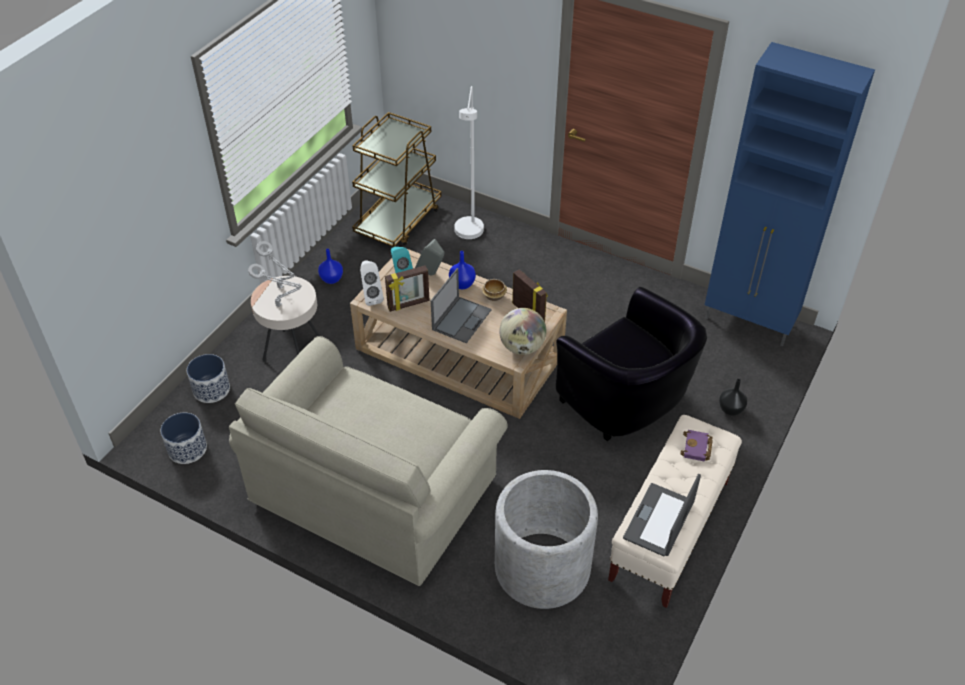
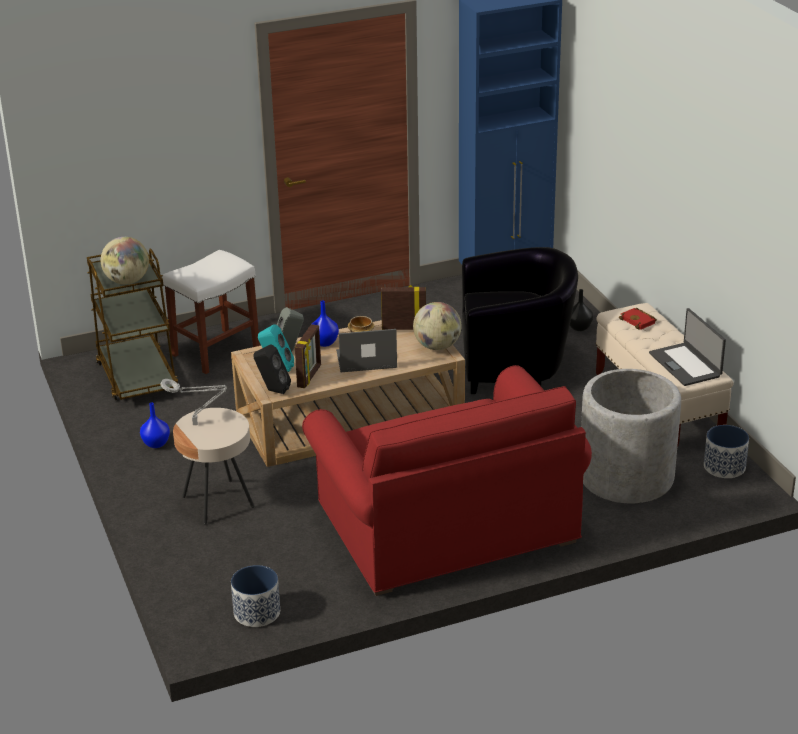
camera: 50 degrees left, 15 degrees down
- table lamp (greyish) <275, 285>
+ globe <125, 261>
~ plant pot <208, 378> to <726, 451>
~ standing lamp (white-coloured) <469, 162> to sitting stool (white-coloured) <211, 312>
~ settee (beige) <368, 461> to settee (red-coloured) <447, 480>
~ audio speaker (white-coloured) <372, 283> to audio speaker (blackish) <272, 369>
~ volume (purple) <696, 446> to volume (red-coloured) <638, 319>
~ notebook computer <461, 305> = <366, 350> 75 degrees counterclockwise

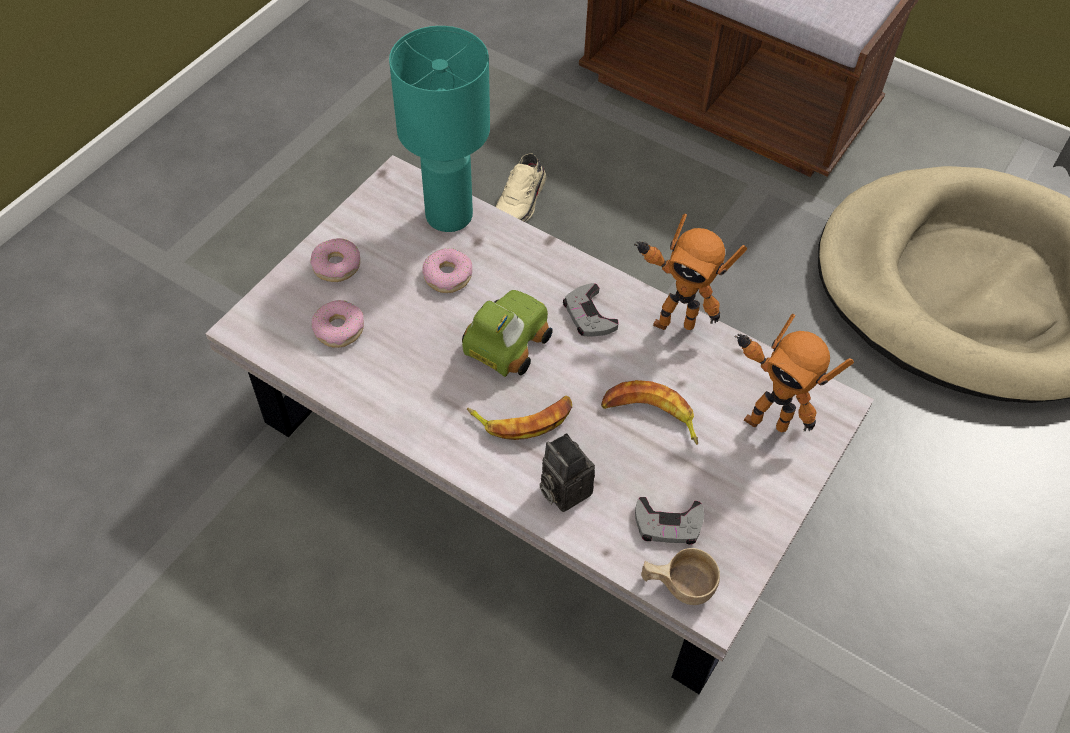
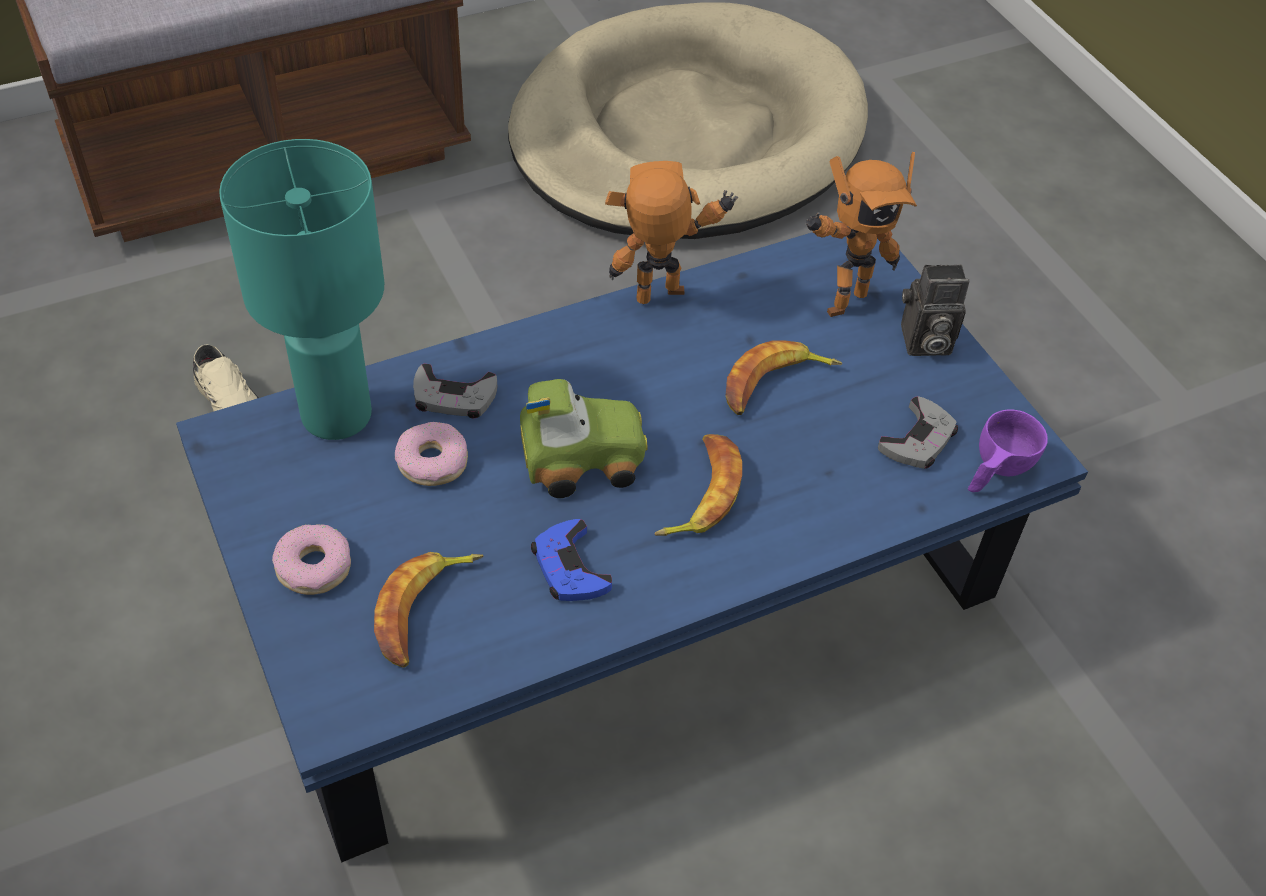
camera: 60 degrees left, 5 degrees down
+ gamepad (bluish) <571, 560>
~ photo camera <567, 472> to <935, 310>
~ gamepad (greyish) <590, 309> to <455, 391>
~ ring doughnut <338, 324> to whole banana <429, 610>
~ coffee table (white-coloured) <539, 424> to coffee table (bluish) <632, 543>
~ drinking cup (beige) <680, 576> to drinking cup (purple) <1008, 451>
~ miniature car <507, 333> = <584, 438> 105 degrees clockwise
~ robot figure <690, 272> = <671, 232> 150 degrees counterclockwise

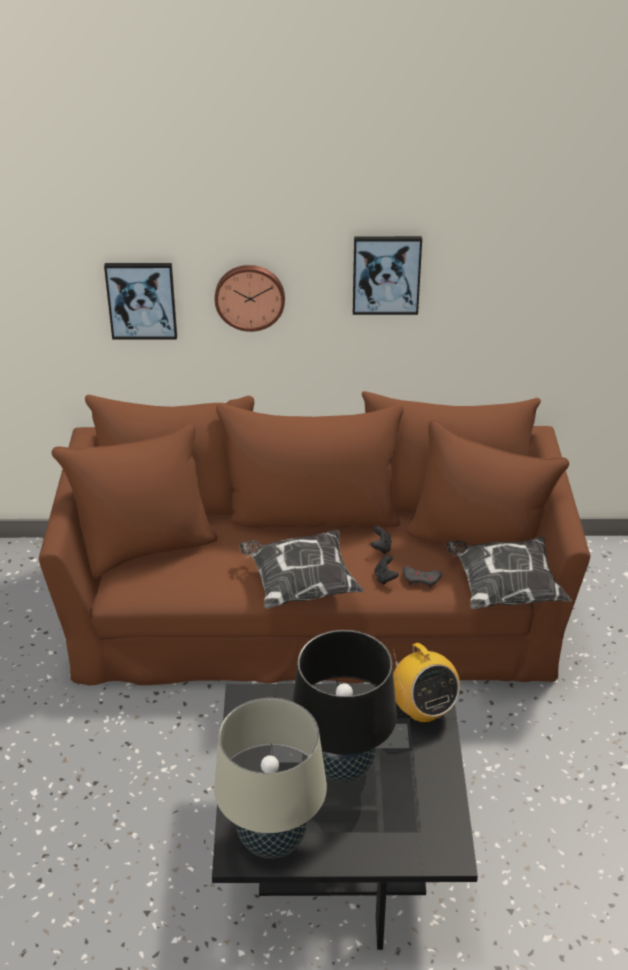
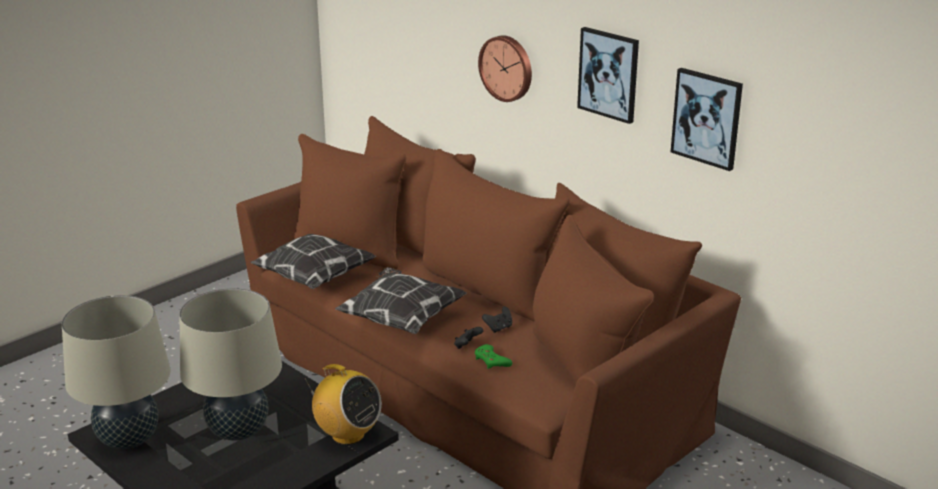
camera: 45 degrees right, 10 degrees down
~ wall art <140, 301> to <707, 119>
~ throw pillow <509, 573> to <313, 261>
~ table lamp (blackish) <344, 706> to table lamp (beige) <230, 364>
~ gamepad (greyish) <422, 577> to gamepad (green) <493, 356>
~ radio <426, 683> = <343, 404> 75 degrees counterclockwise

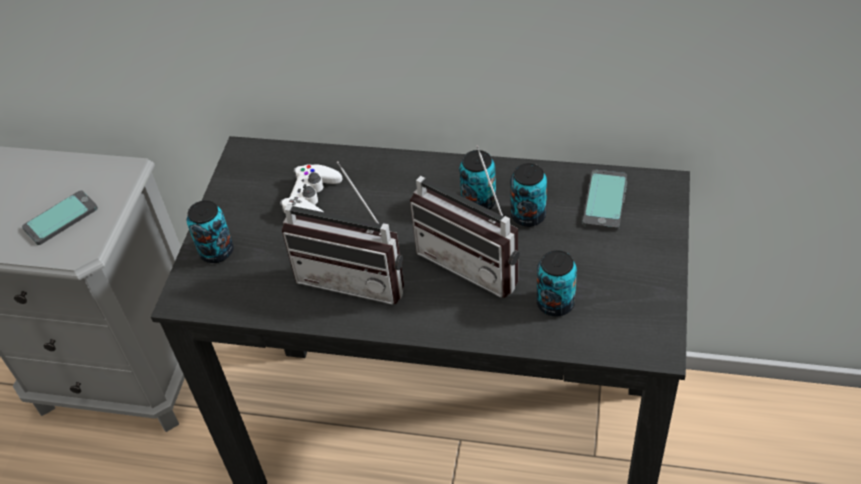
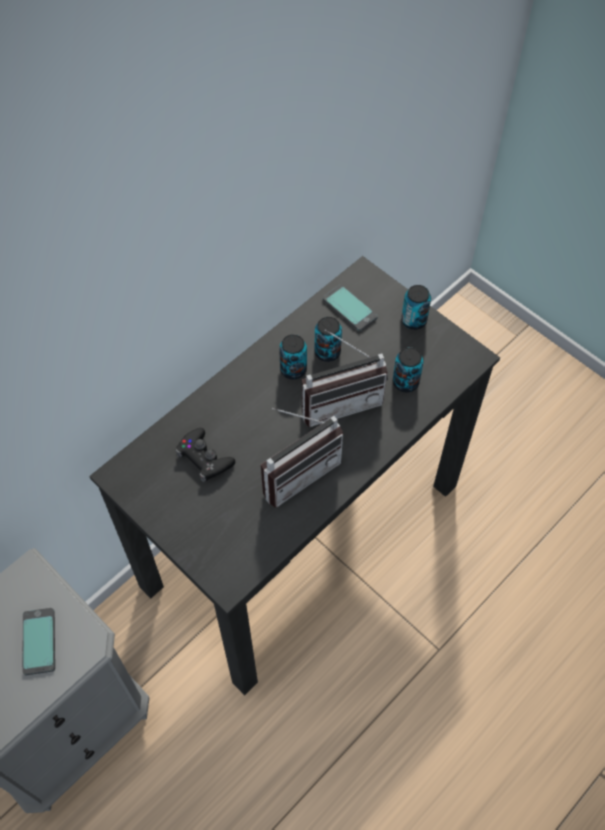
camera: 60 degrees left, 10 degrees up
~ sealed can <210, 231> to <416, 307>
~ gamepad (white-coloured) <311, 188> to gamepad (blackish) <205, 455>

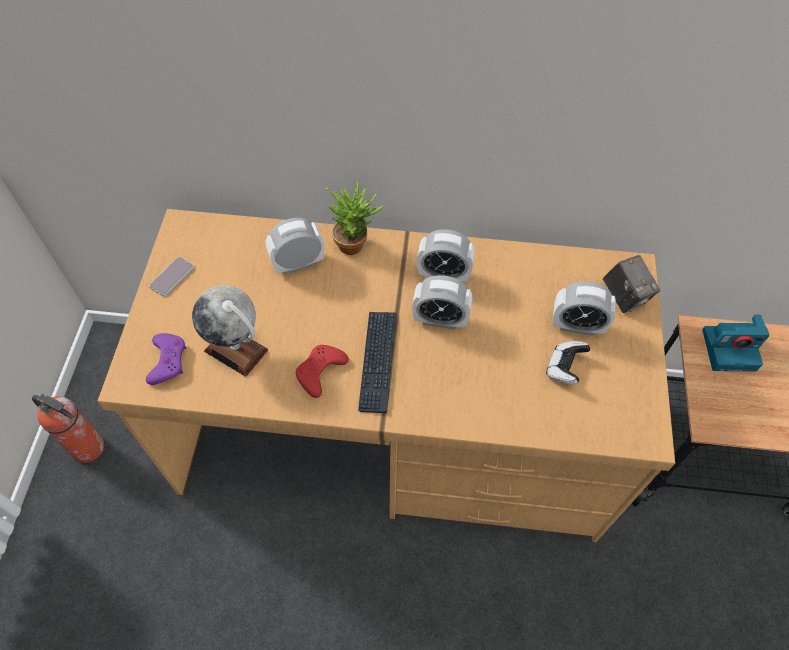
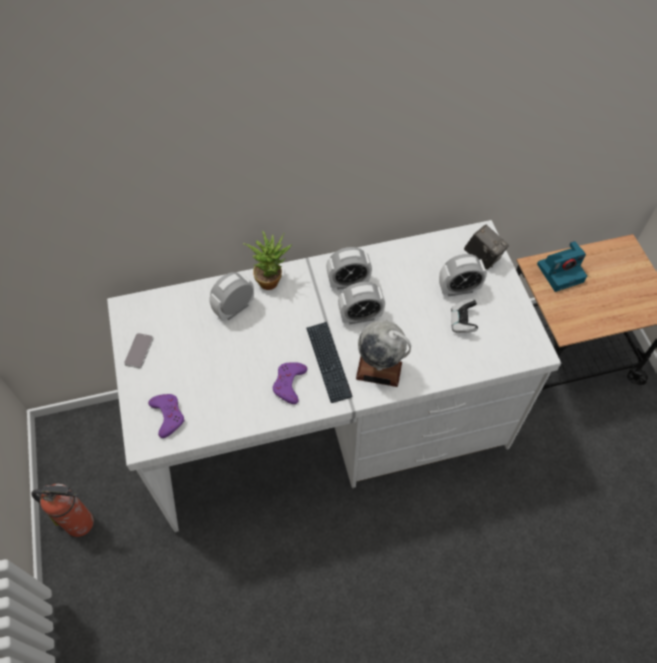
camera: 20 degrees left, 0 degrees up
~ globe <230, 331> to <383, 353>
~ desk (brown) <386, 376> to desk (white-coloured) <334, 376>
~ gamepad (red-coloured) <322, 371> to gamepad (purple) <290, 383>

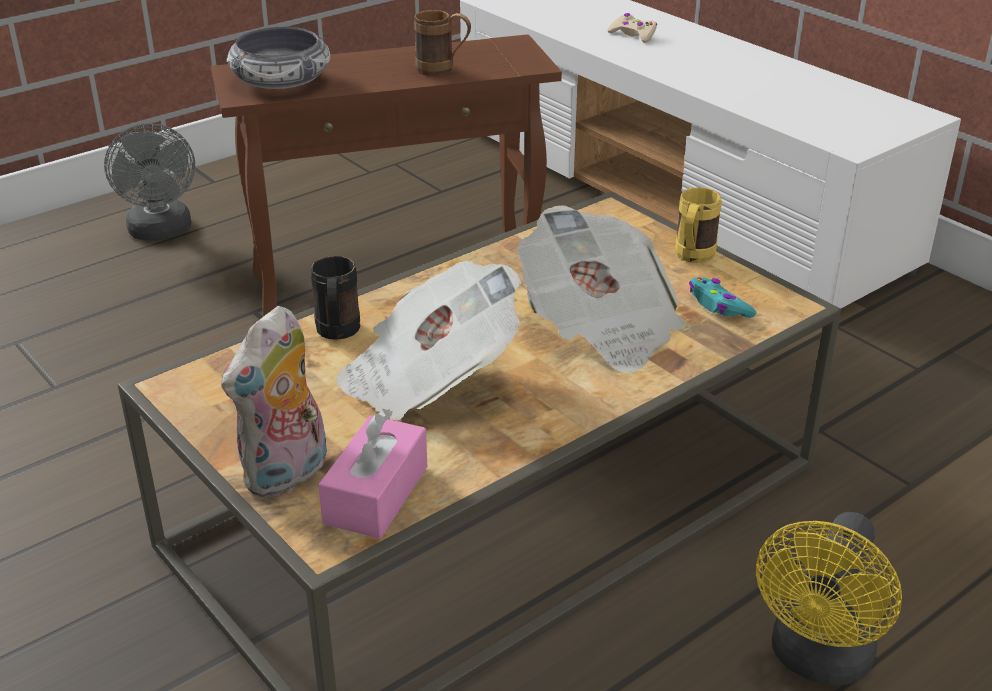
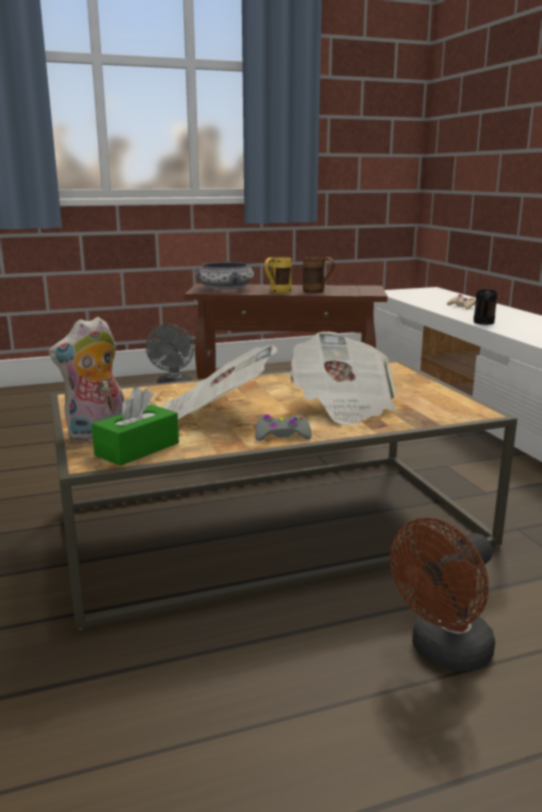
camera: 20 degrees right, 15 degrees down
- gamepad (blue-green) <722, 297>
+ gamepad (greyish) <283, 427>
~ mug (blackish) <335, 298> to <485, 307>
~ mug (yellowish) <698, 225> to <278, 275>
~ tissue holder (pink) <372, 474> to tissue holder (green) <135, 426>
~ electric fan (yellowish) <829, 599> to electric fan (brown) <442, 594>

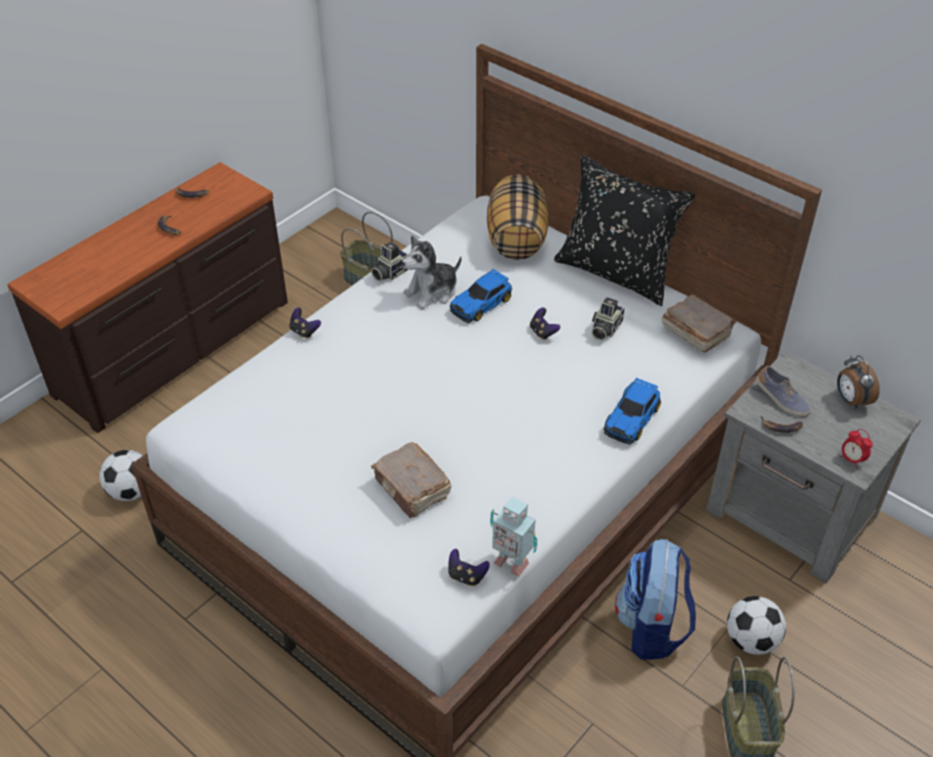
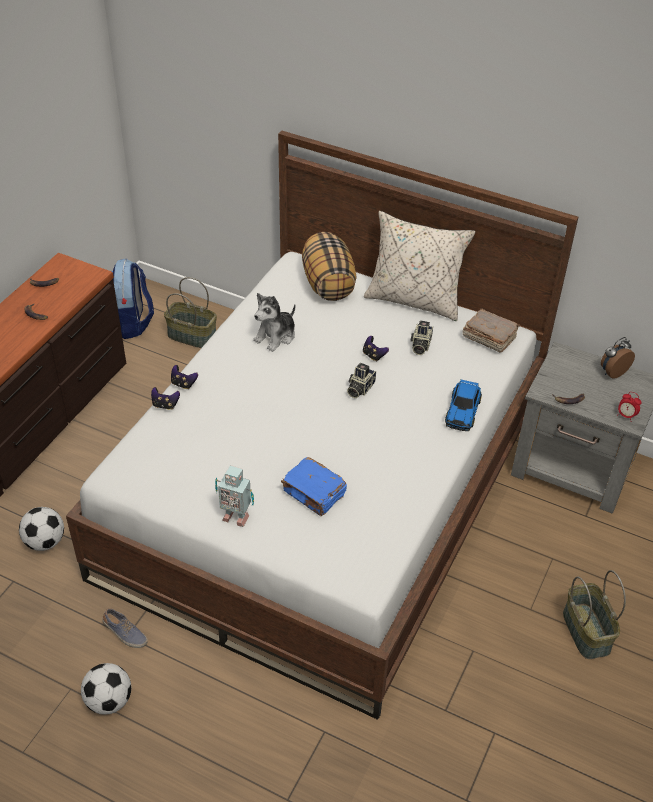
camera: 15 degrees left, 0 degrees up
- miniature car <481, 295>
~ photo camera <389, 261> to <361, 380>
~ gamepad <469, 567> to <165, 398>
~ robot figure <513, 537> to <234, 496>
~ backpack <655, 599> to <133, 299>
~ football <756, 625> to <106, 689>
~ shoe <783, 392> to <125, 628>
~ volume (brown) <411, 480> to volume (bluish) <314, 486>
~ throw pillow (blackish) <624, 230> to throw pillow (beige) <419, 266>
~ table clock <858, 382> = <618, 358> 90 degrees clockwise

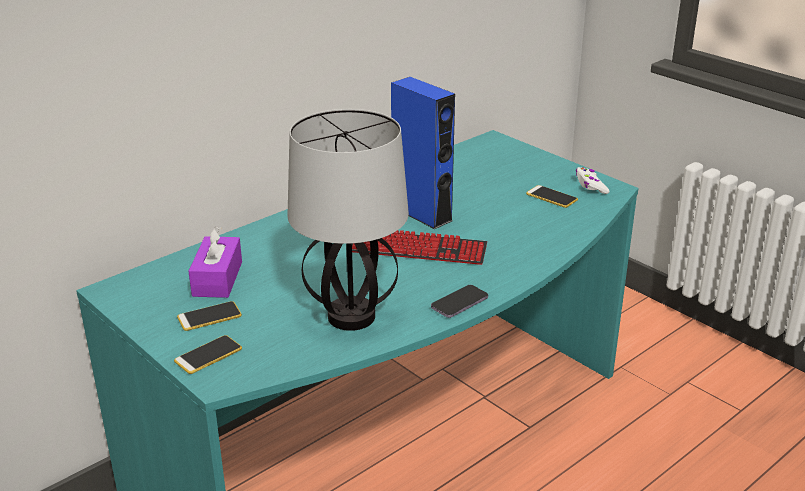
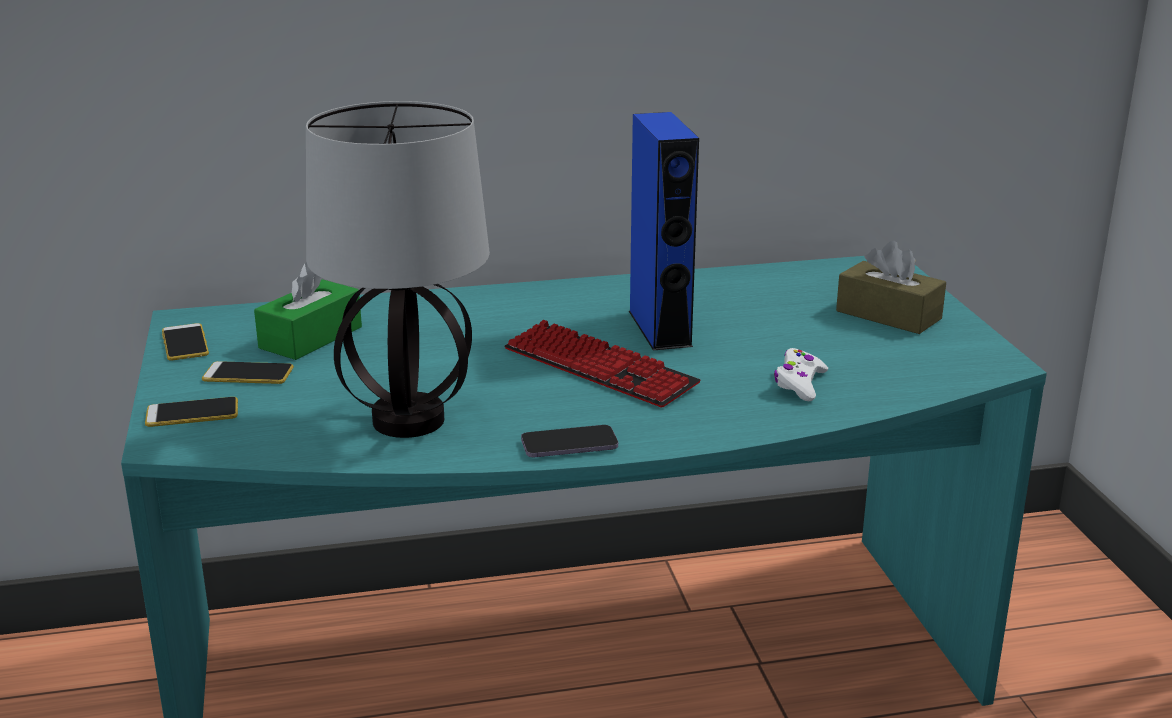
camera: 30 degrees right, 5 degrees down
+ tissue holder (brown) <891, 287>
~ phone <552, 196> to <185, 342>
~ gamepad (white-coloured) <593, 180> to <801, 374>
~ tissue holder (purple) <215, 262> to tissue holder (green) <308, 311>

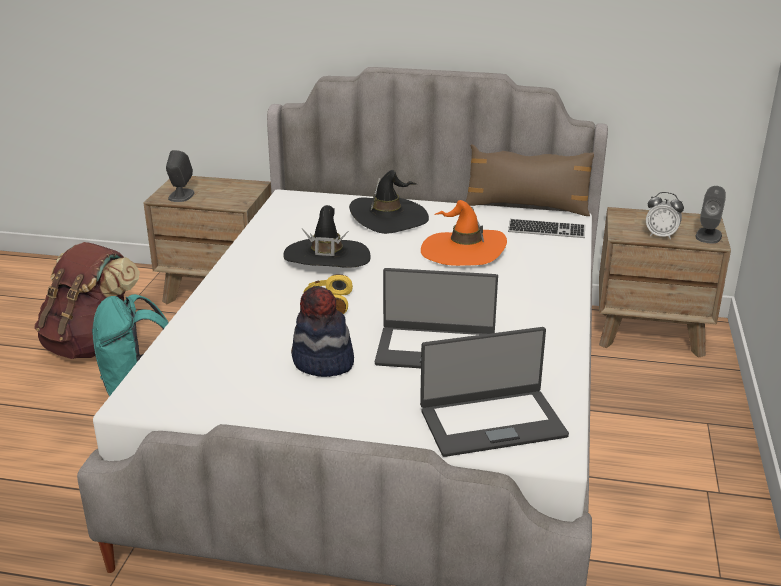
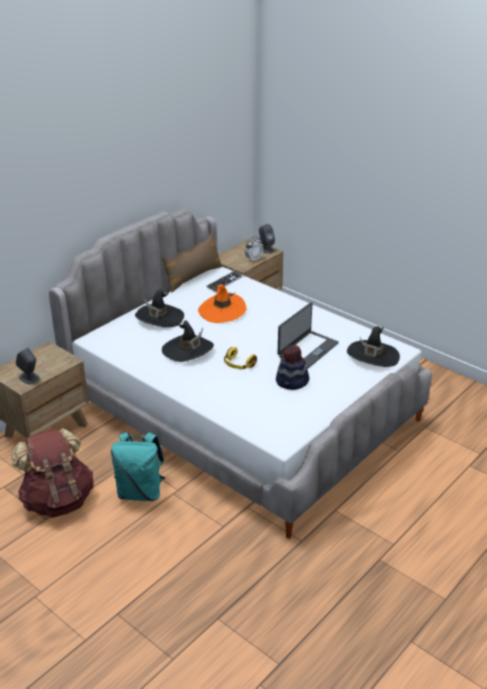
camera: 60 degrees left, 5 degrees up
~ notebook computer <494, 392> to clothing hat (blackish) <373, 346>

